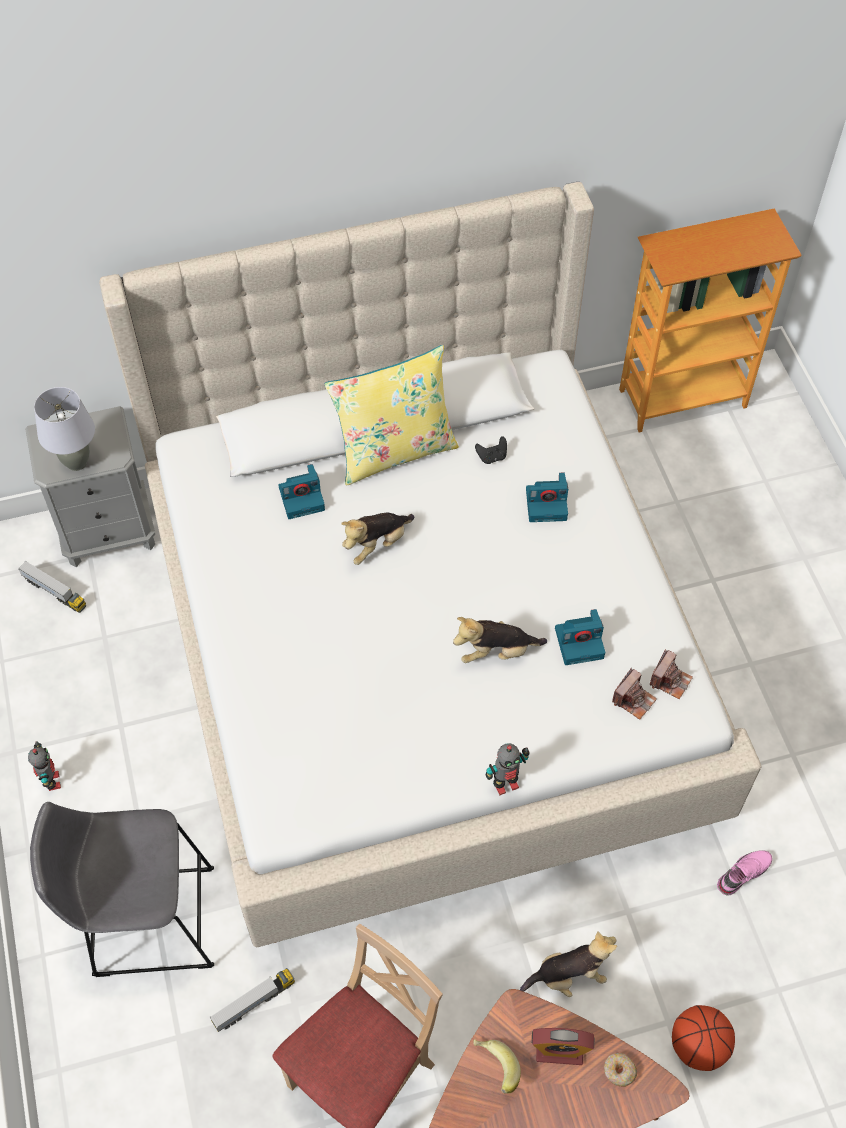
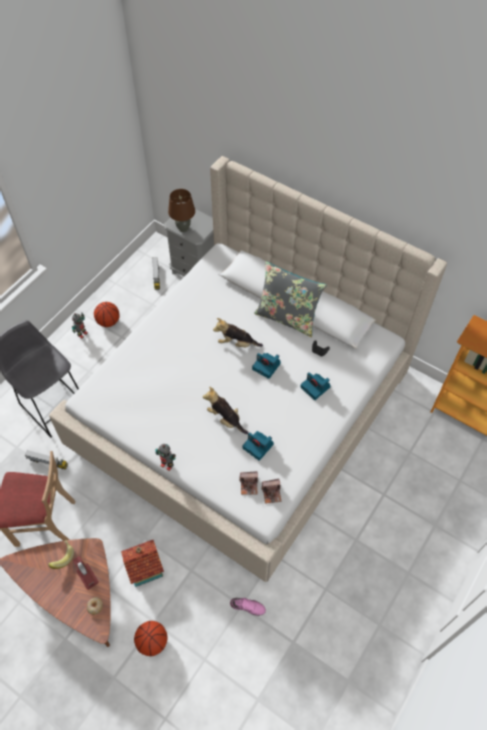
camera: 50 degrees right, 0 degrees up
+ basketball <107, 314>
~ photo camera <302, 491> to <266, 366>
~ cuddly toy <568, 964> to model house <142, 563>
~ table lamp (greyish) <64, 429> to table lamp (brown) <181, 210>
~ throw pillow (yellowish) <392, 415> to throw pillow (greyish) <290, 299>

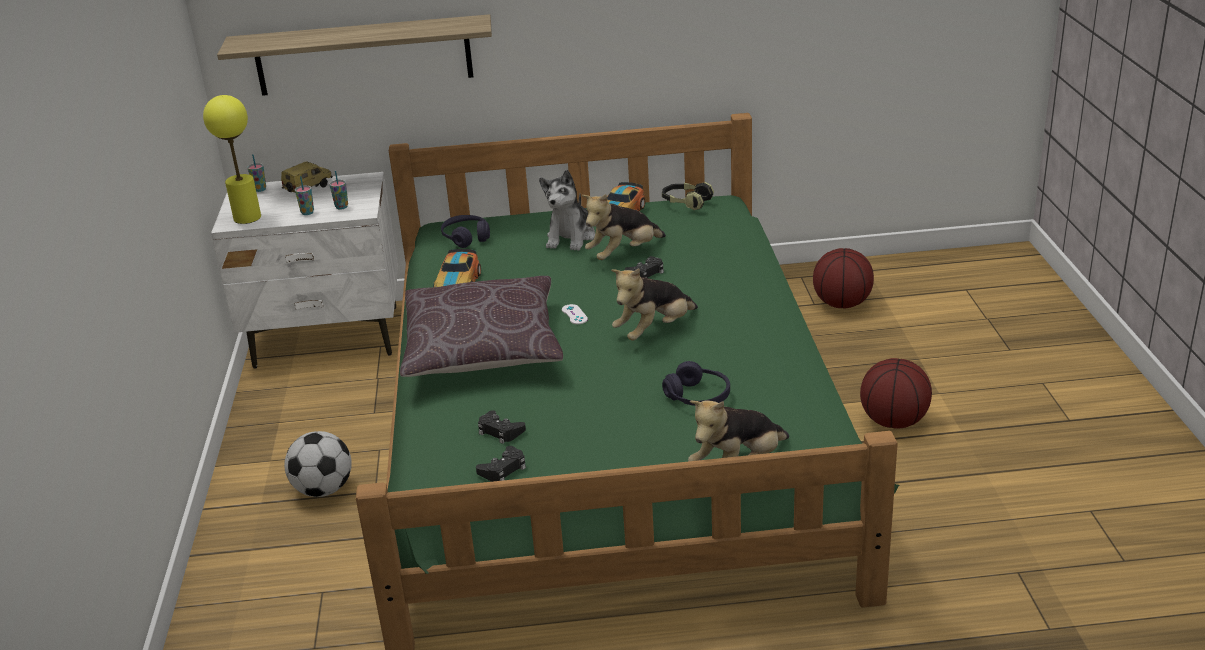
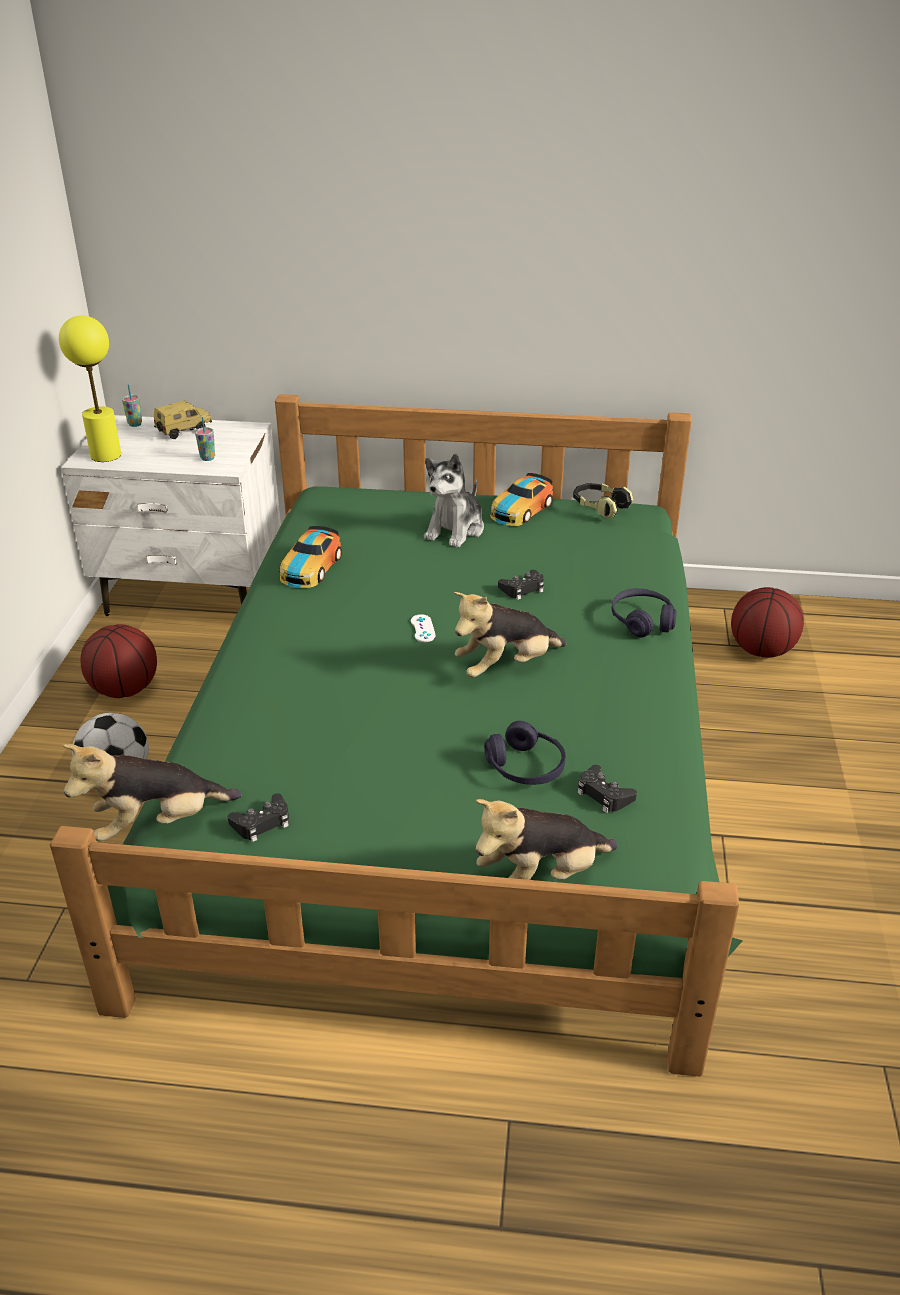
camera: 10 degrees right, 5 degrees up
- bracket shelf <354, 55>
- drinking cup <304, 195>
- throw pillow (brown) <481, 326>
~ headset (purple) <465, 231> to <644, 613>
~ gamepad (blackish) <502, 427> to <607, 789>
~ cuddly toy <624, 227> to <152, 793>
~ basketball <896, 393> to <119, 661>

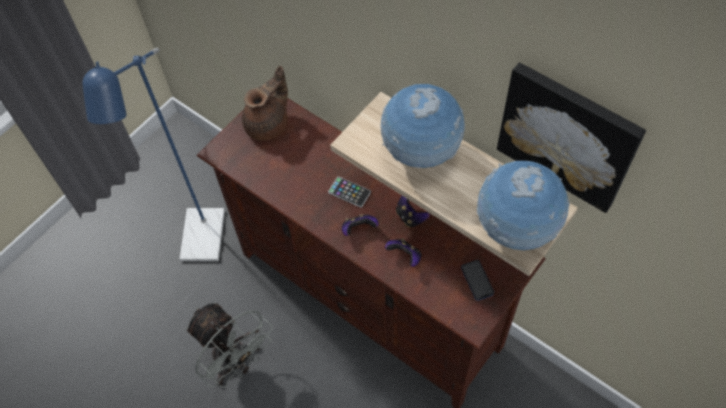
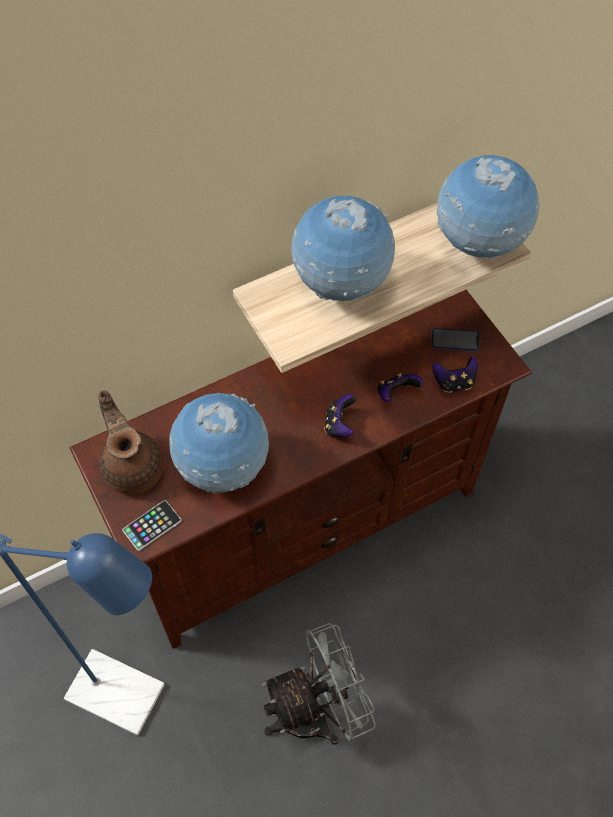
camera: 70 degrees left, 0 degrees up
- wall art <571, 137>
+ globe <219, 443>
~ phone <349, 192> to <152, 525>
~ gamepad <413, 211> to <455, 374>

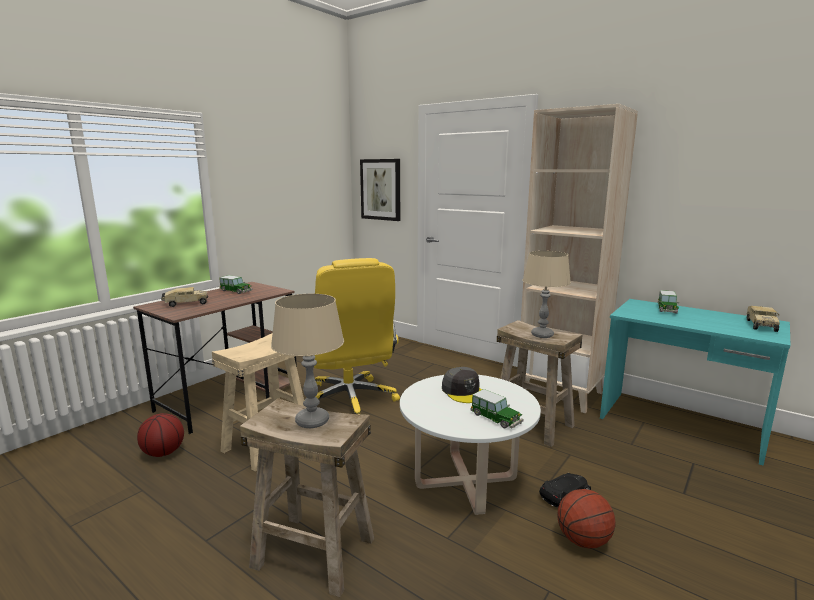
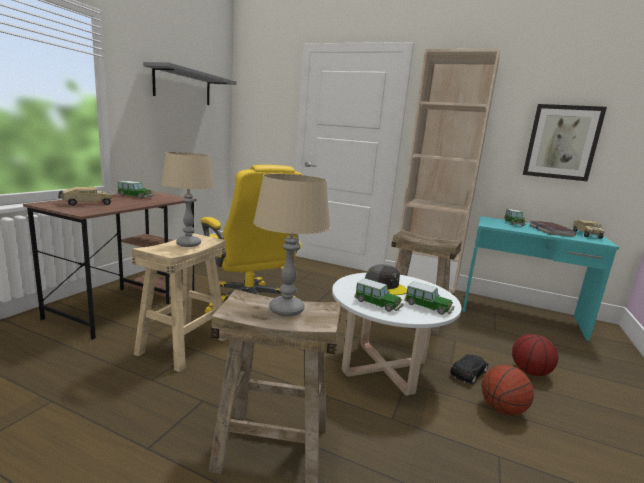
camera: 15 degrees left, 0 degrees up
+ bracket shelf (greyish) <190, 83>
+ miniature car <379, 295>
+ volume <552, 229>
~ basketball <160, 435> to <535, 355>
~ wall art <380, 190> to <565, 142>
~ table lamp (beige) <547, 294> to <188, 199>

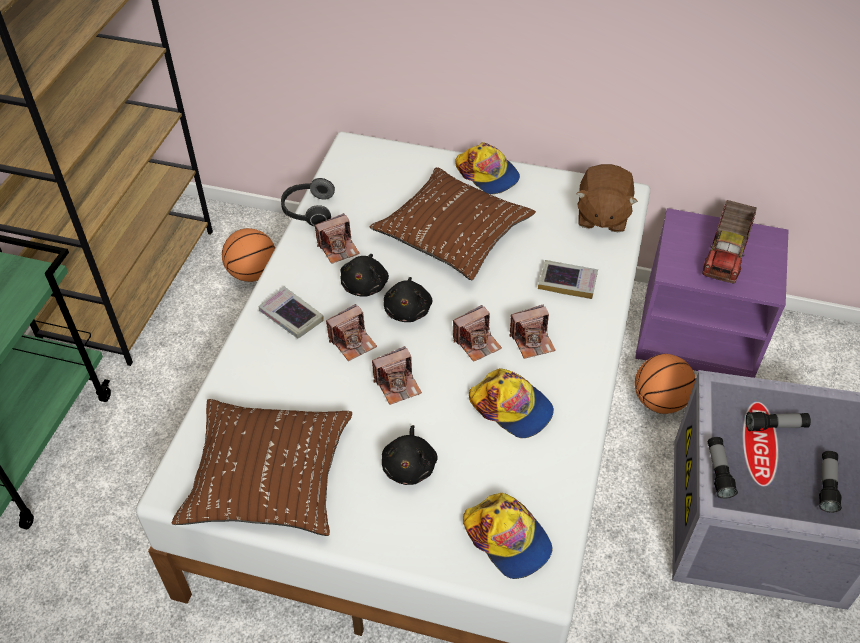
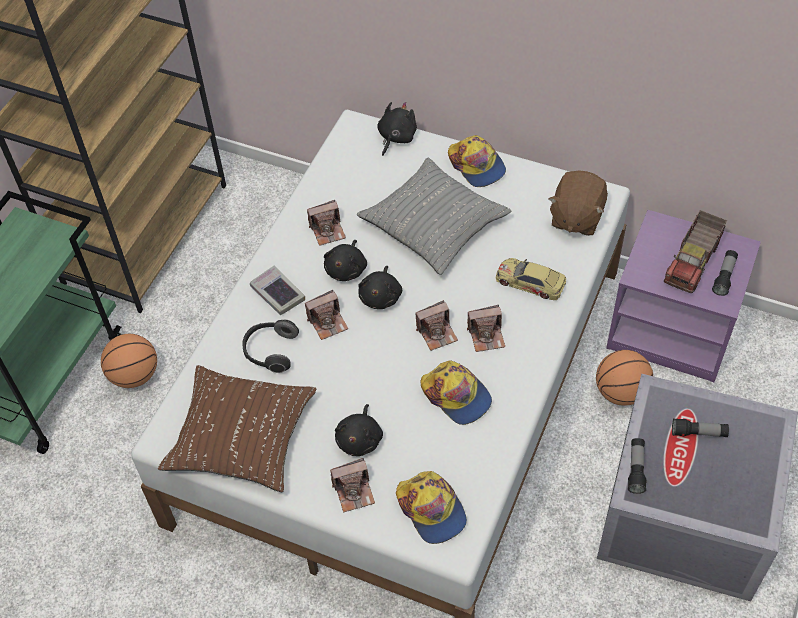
camera: 10 degrees right, 5 degrees up
+ cuddly toy (blackish) <397, 129>
~ basketball <248, 255> to <129, 361>
~ headset <308, 202> to <270, 346>
~ photo camera <397, 375> to <352, 485>
~ flashlight <830, 482> to <725, 273>
~ volume <568, 279> to miniature car <531, 279>
~ throw pillow (brown) <453, 223> to throw pillow (greyish) <434, 216>

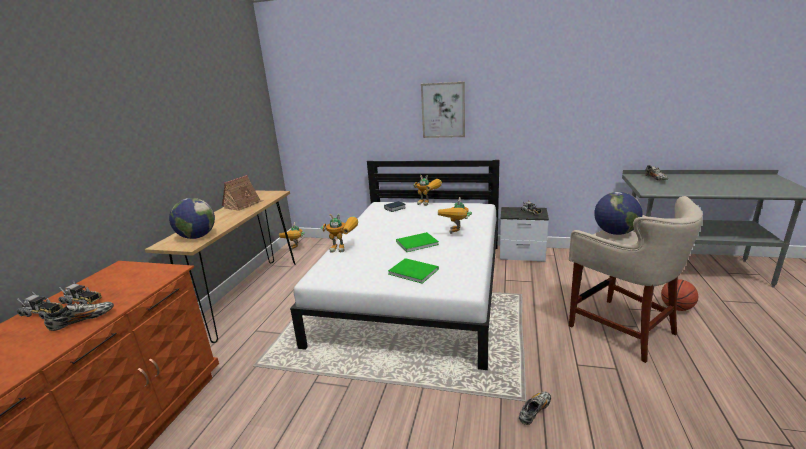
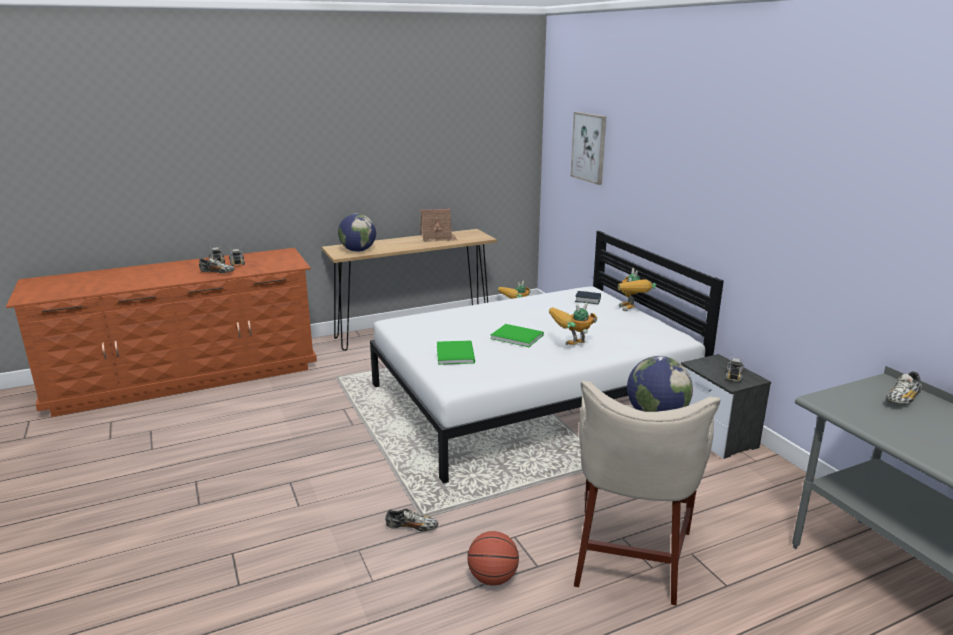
camera: 50 degrees right, 0 degrees up
- robot figure <339, 233>
~ wall art <443, 110> to <588, 148>
~ basketball <679, 295> to <493, 558>

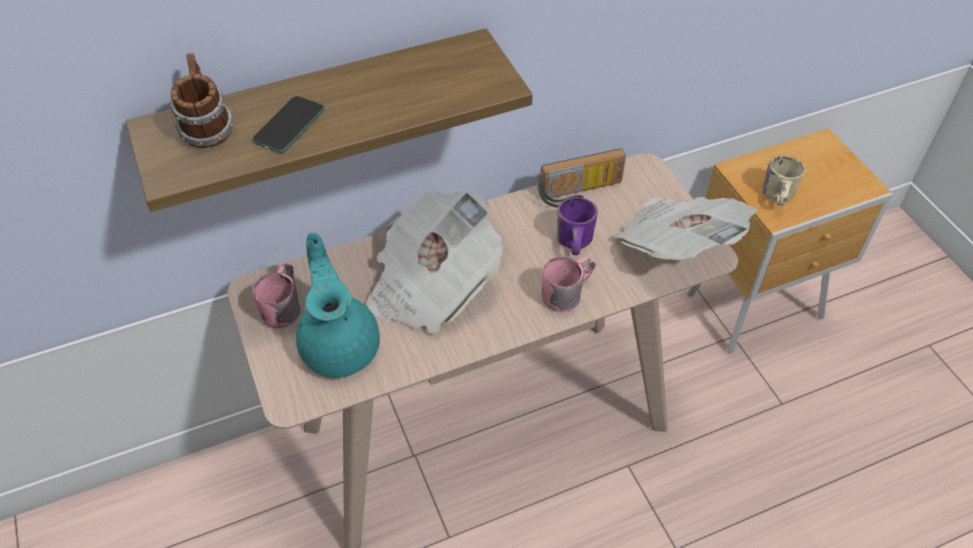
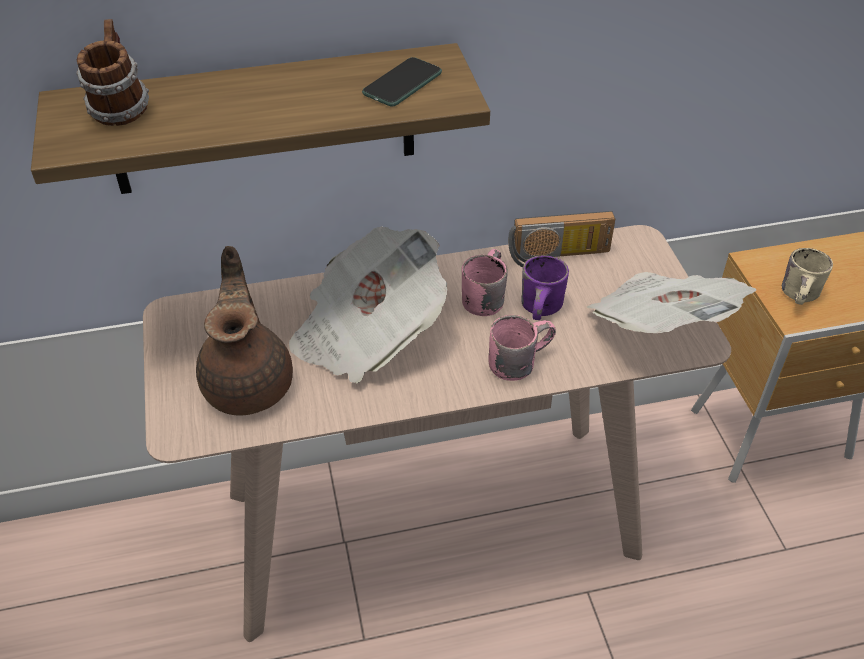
camera: 10 degrees right, 5 degrees down
~ phone <288, 124> to <402, 81>
~ mug (pink) <276, 296> to <485, 282>
~ teapot (blue-green) <338, 305> to teapot (brown) <244, 330>

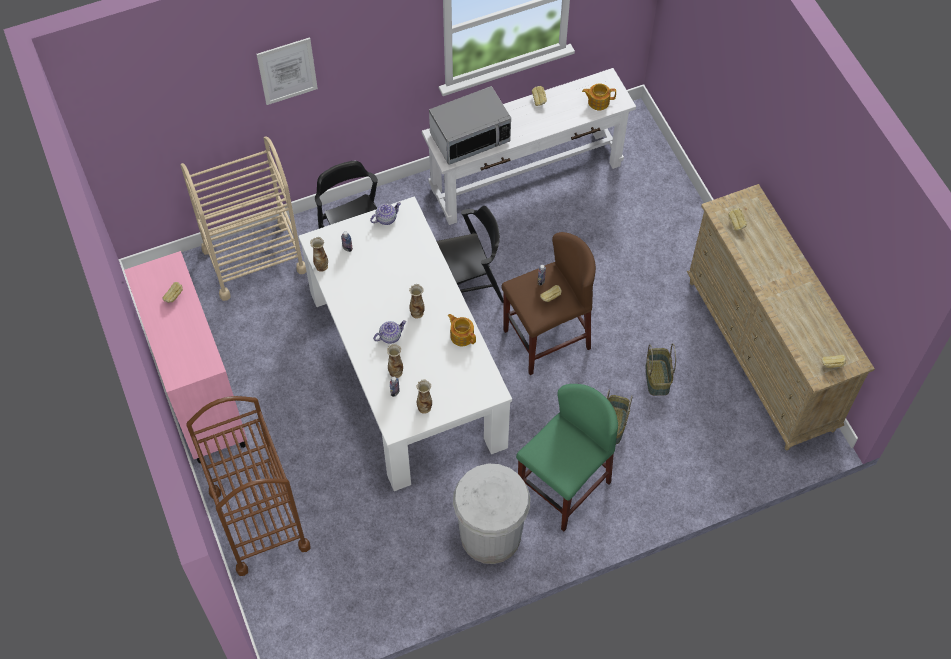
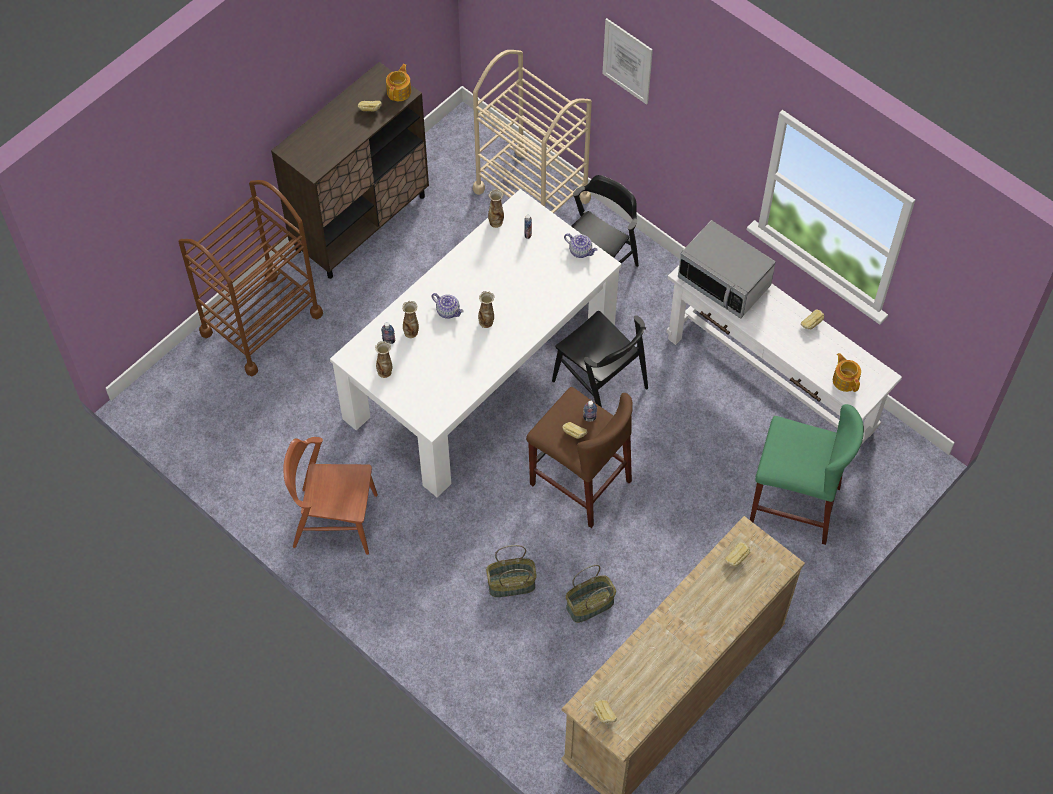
camera: 65 degrees right, 0 degrees up
~ teapot <462, 330> to <398, 82>
~ sitting stool (green) <567, 458> to <807, 474>
~ waste bin (white-coloured) <492, 514> to chair (brown) <331, 496>
~ cupboard (pink) <185, 357> to cupboard (brown) <350, 170>

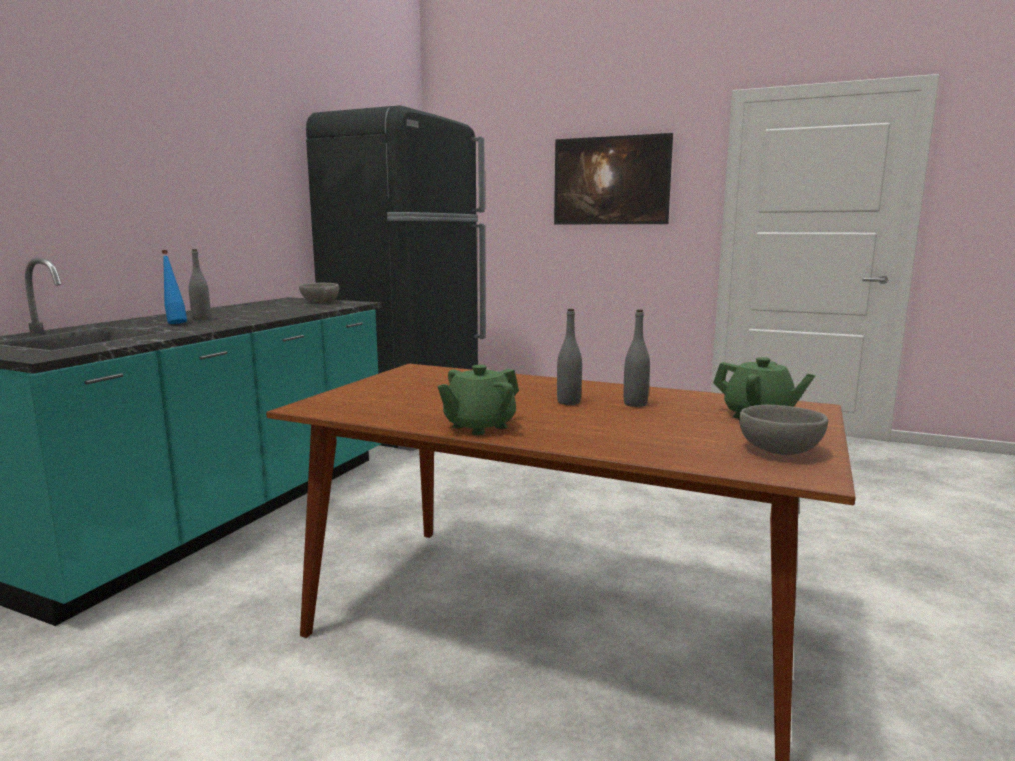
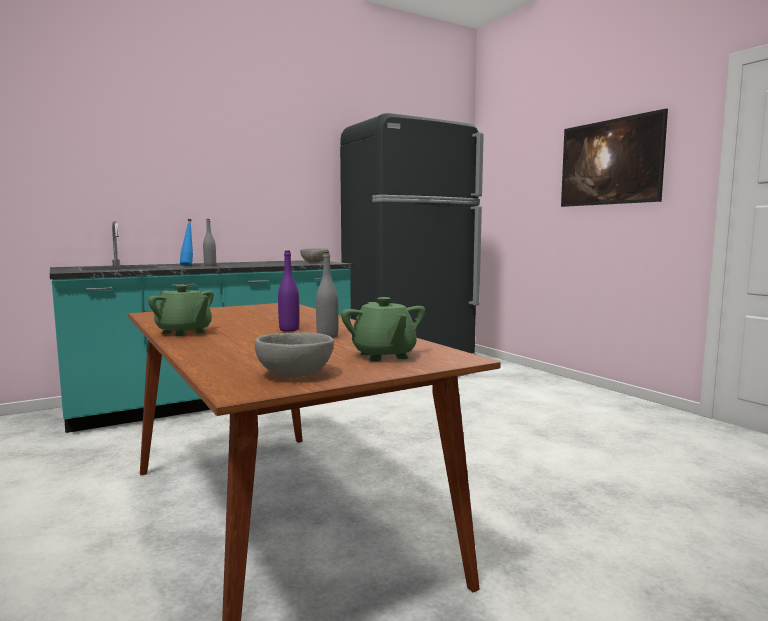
camera: 35 degrees right, 5 degrees down
~ drink bottle (greyish) <569, 357> to drink bottle (purple) <289, 290>
~ teapot (green) <478, 400> = <181, 311> 135 degrees counterclockwise

